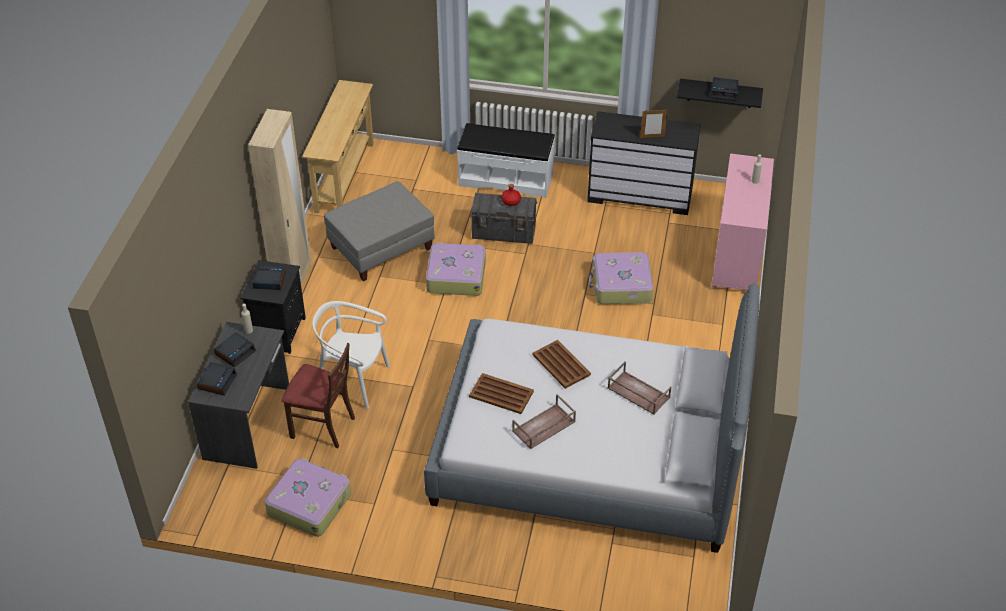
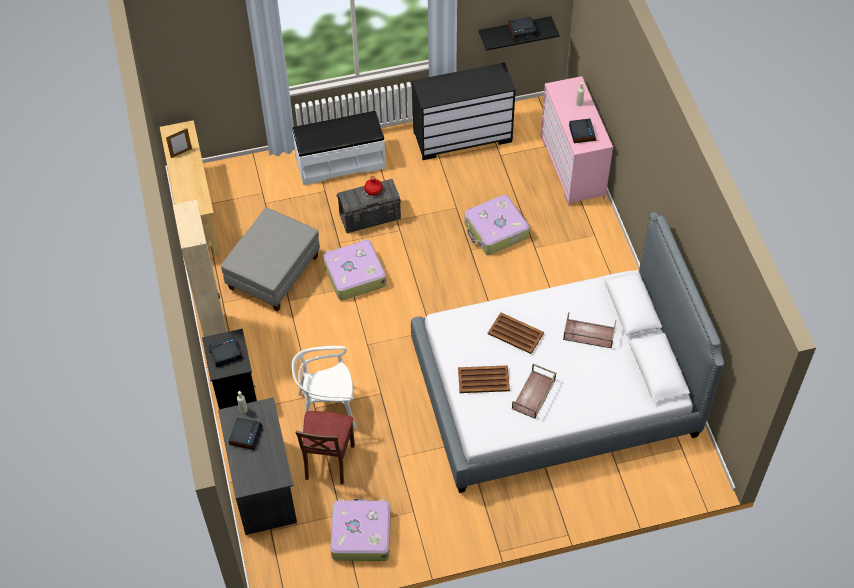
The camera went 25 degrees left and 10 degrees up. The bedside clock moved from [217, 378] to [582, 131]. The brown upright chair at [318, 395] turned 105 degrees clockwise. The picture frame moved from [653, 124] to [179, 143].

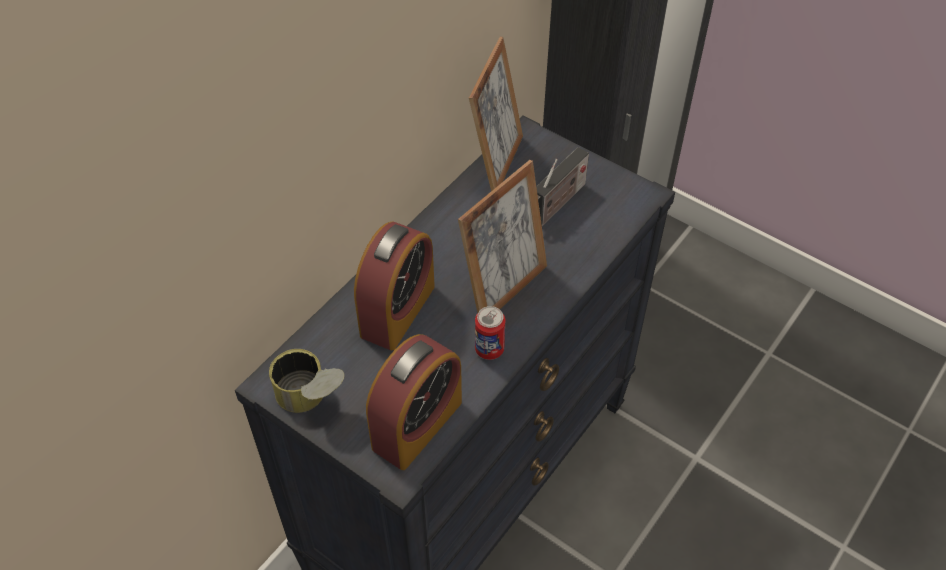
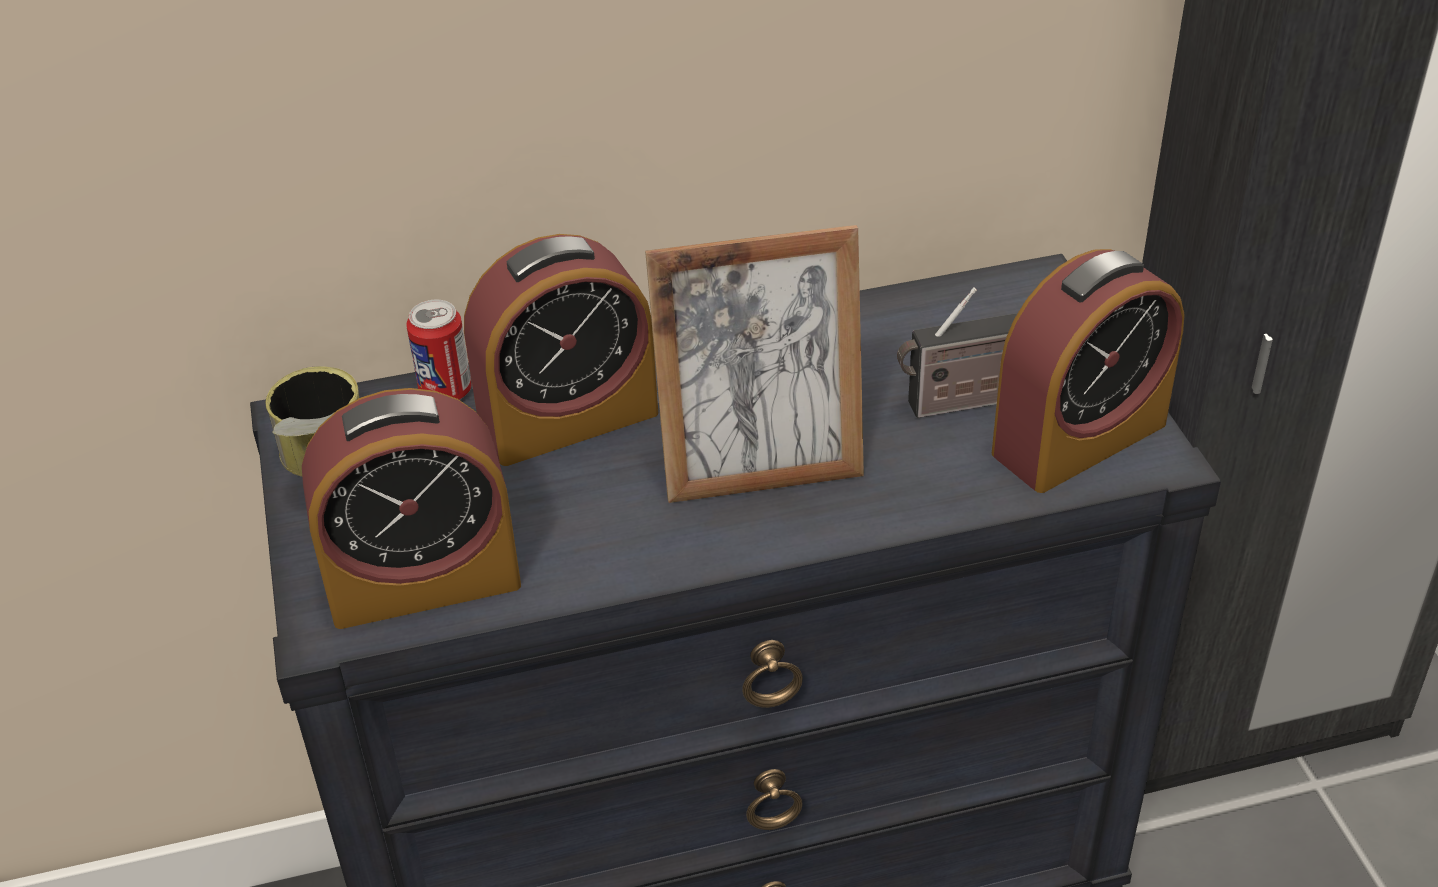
The camera went 40 degrees right and 10 degrees down. The picture frame at [496, 114] disappeared. The can moved from [490, 333] to [439, 350]. The bedside clock at [1088, 371] appeared.

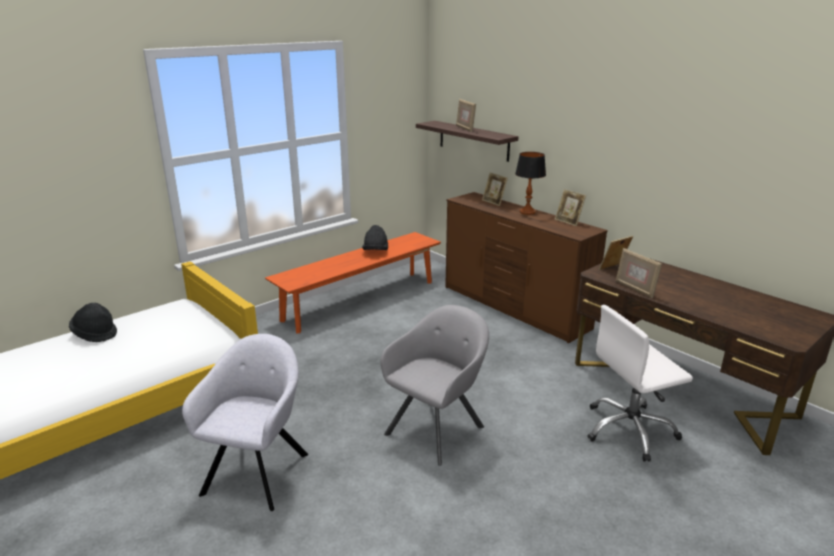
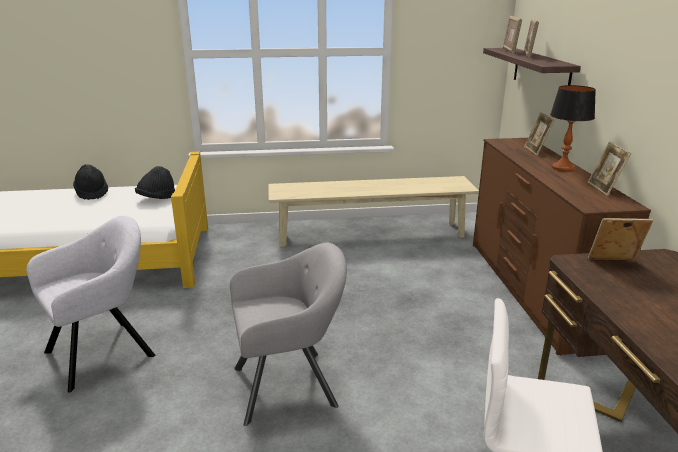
The camera went 35 degrees right and 0 degrees up. The orangey long seat at [353, 282] became the sand-coloured long seat at [374, 211]. The black-coloured clothing hat moved from [375, 237] to [155, 182]. The picture frame moved from [639, 273] to [512, 35].

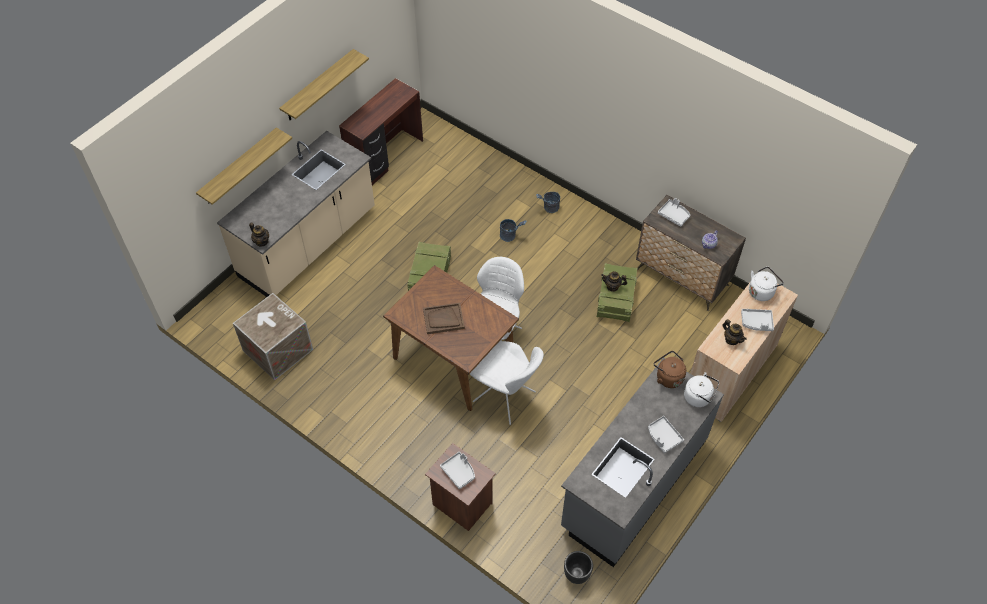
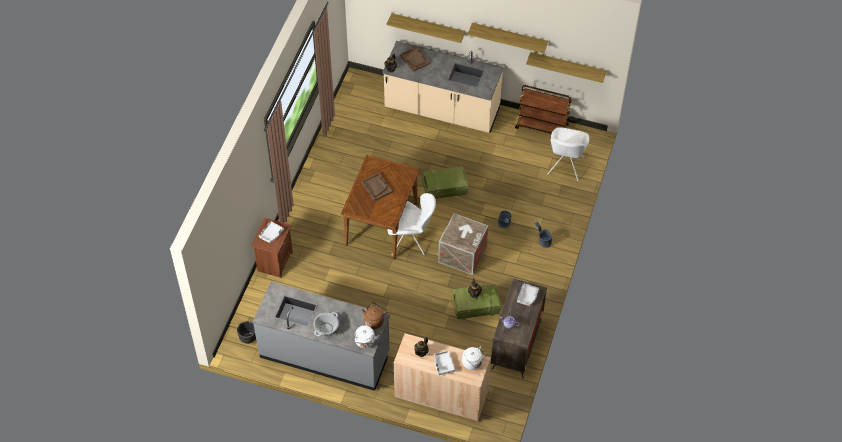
The camera went 70 degrees right and 0 degrees up. The crate moved from [273, 336] to [463, 244]. The brown desk table at [381, 131] was replaced by the brown cart at [543, 109]. The white-coloured upright chair moved from [507, 383] to [568, 154]. The greyish carrying tray at [666, 434] was replaced by the saucepot at [326, 324]. The brown carrying tray at [415, 59] appeared. The bracket shelf at [566, 67] appeared.

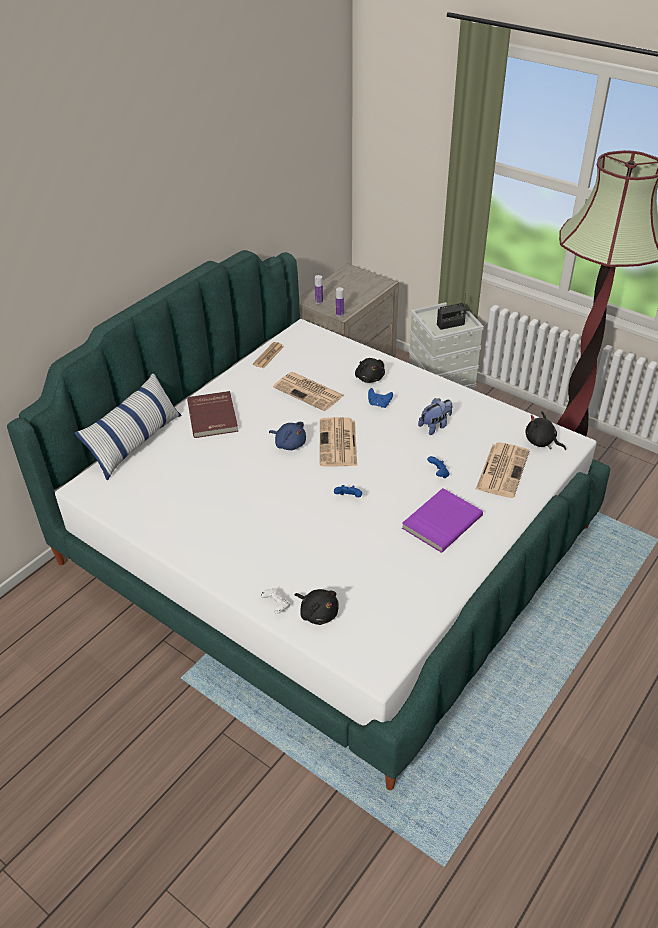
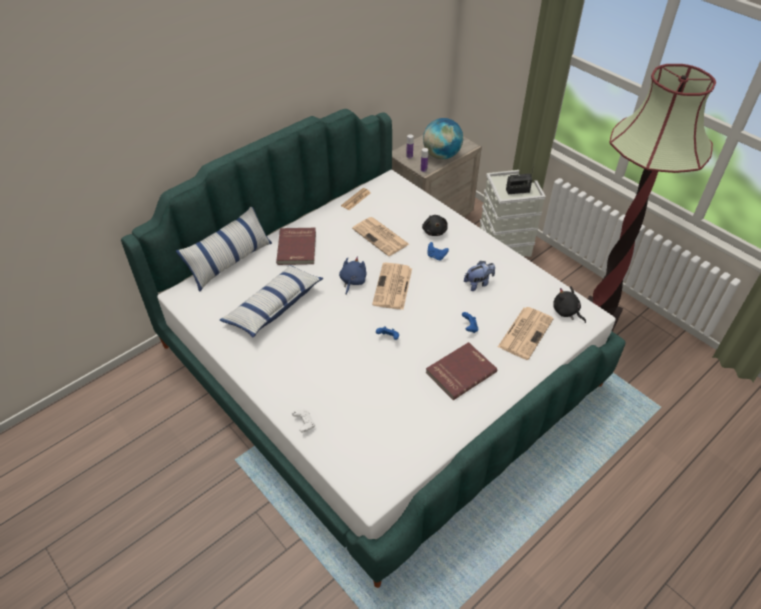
The camera went 10 degrees right and 5 degrees up. The bluish cuddly toy at [287, 436] turned 120 degrees counterclockwise. The black-coloured cuddly toy at [317, 607] disappeared. The purple bound book at [442, 520] became the red-coloured bound book at [461, 371]. The pillow at [271, 301] appeared. The globe at [443, 138] appeared.

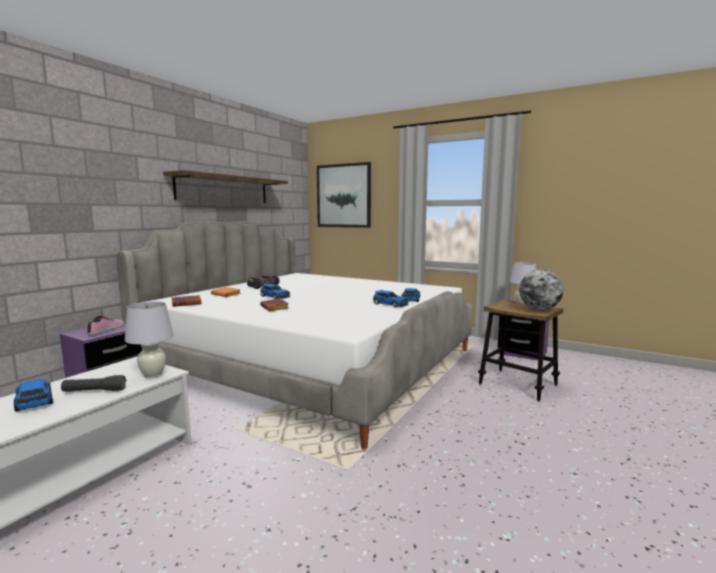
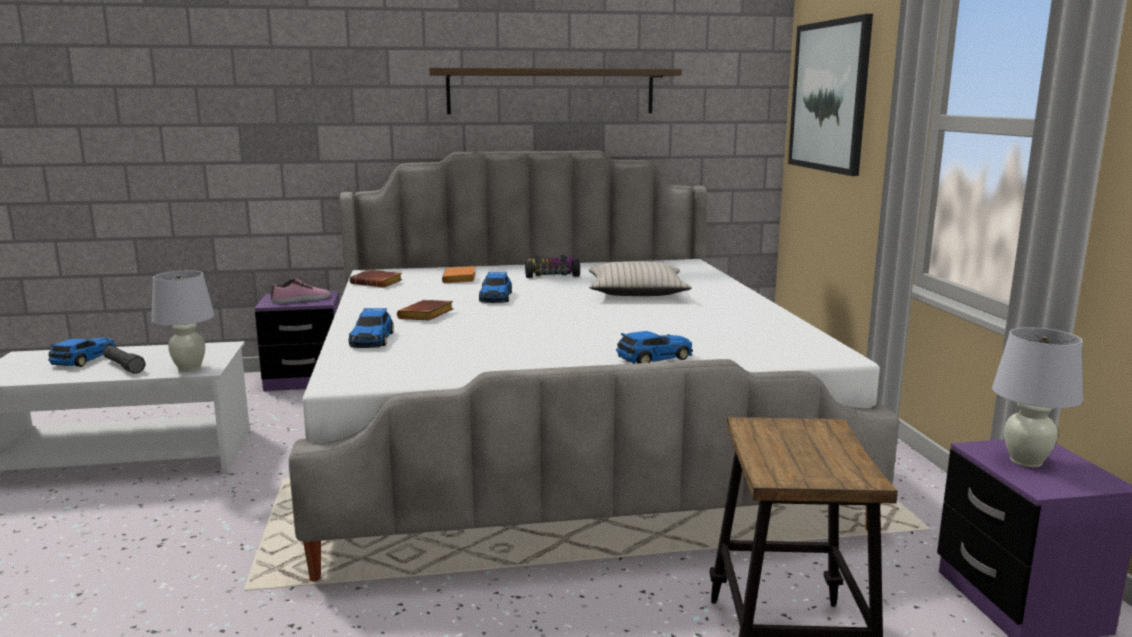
The camera went 50 degrees right and 5 degrees up. The model car moved from [391, 298] to [371, 328]. The globe at [541, 290] disappeared. The sand-coloured pillow at [640, 279] appeared.

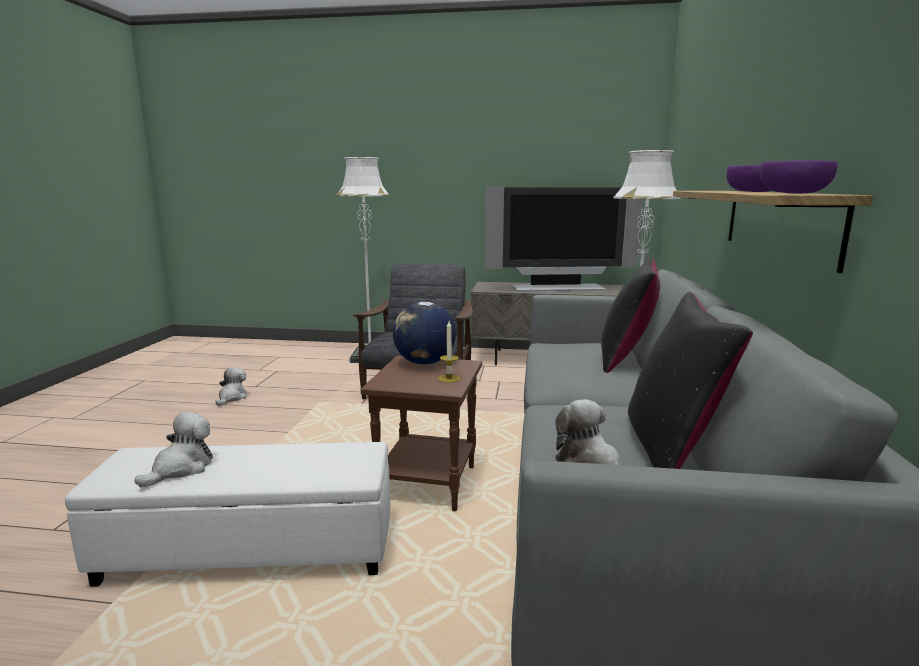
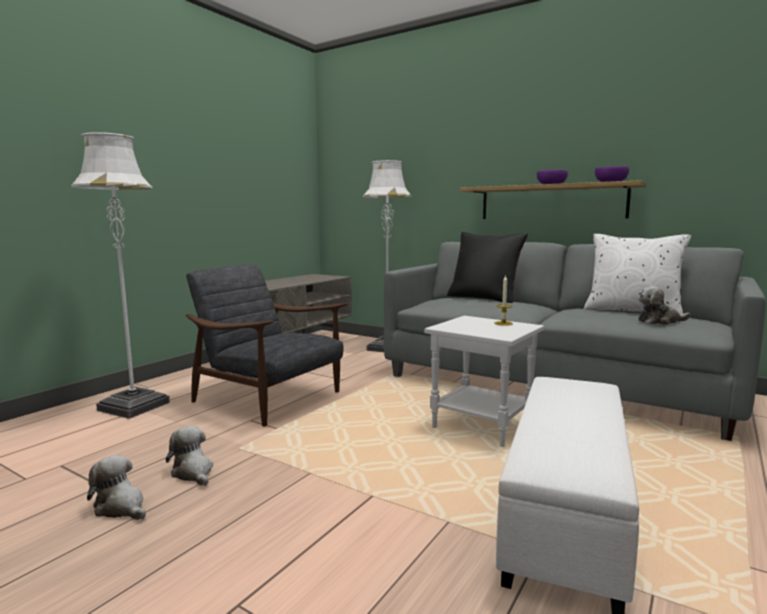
The camera went 65 degrees left and 5 degrees down. The cuddly toy moved from [174, 449] to [189, 456]. The brown end table at [421, 433] became the white-coloured end table at [484, 381]. The globe at [424, 333] disappeared. The TV at [564, 238] disappeared. The black-coloured pillow at [690, 380] became the white-coloured pillow at [637, 274].

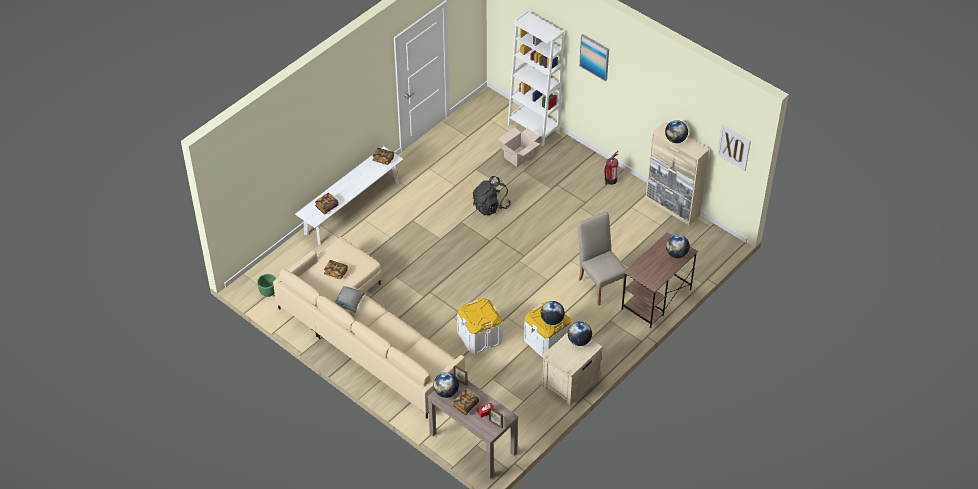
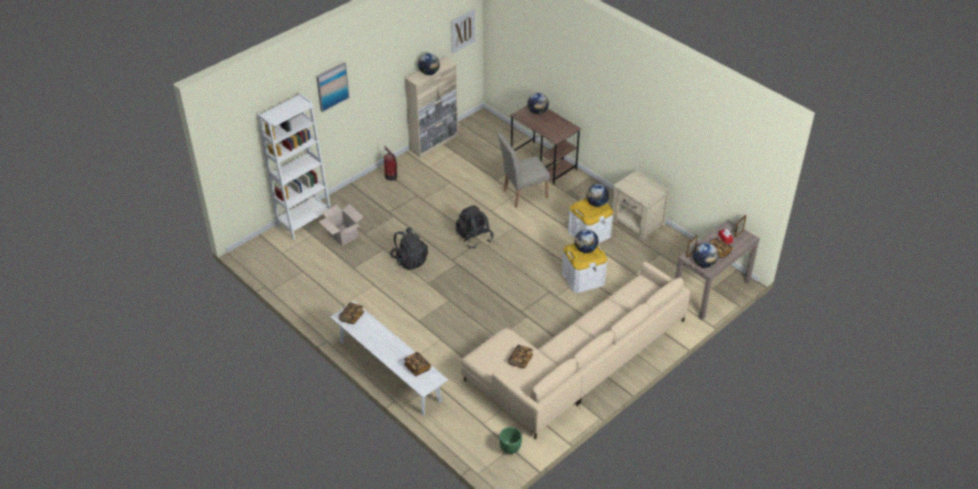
The camera went 85 degrees left and 5 degrees down. The greyish pillow at [350, 299] disappeared. The globe moved from [580, 333] to [587, 241]. The black-coloured rucksack at [474, 226] appeared.

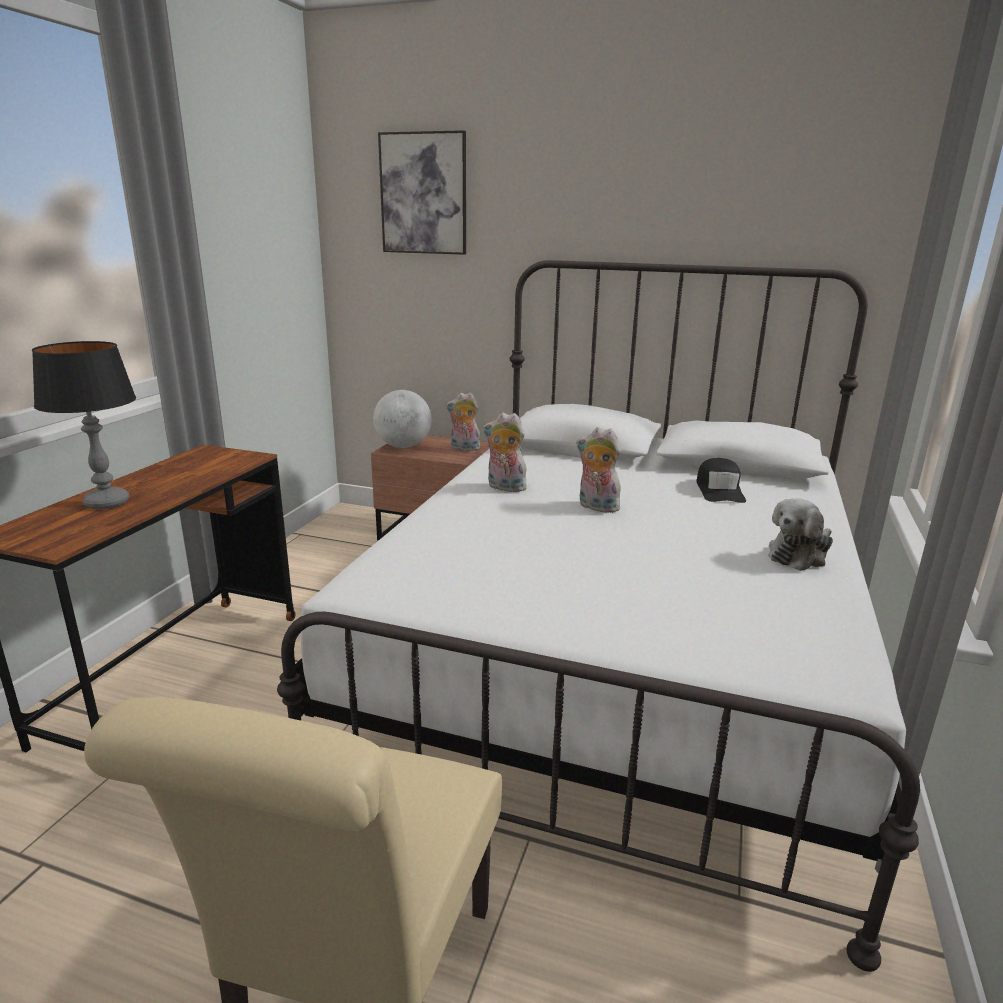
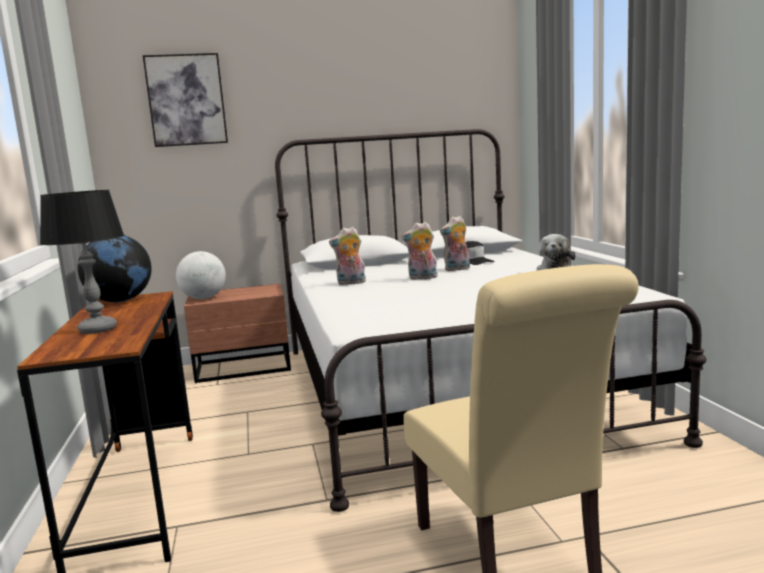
The camera went 30 degrees left and 10 degrees down. The cuddly toy moved from [462, 422] to [455, 243]. The globe at [114, 268] appeared.

